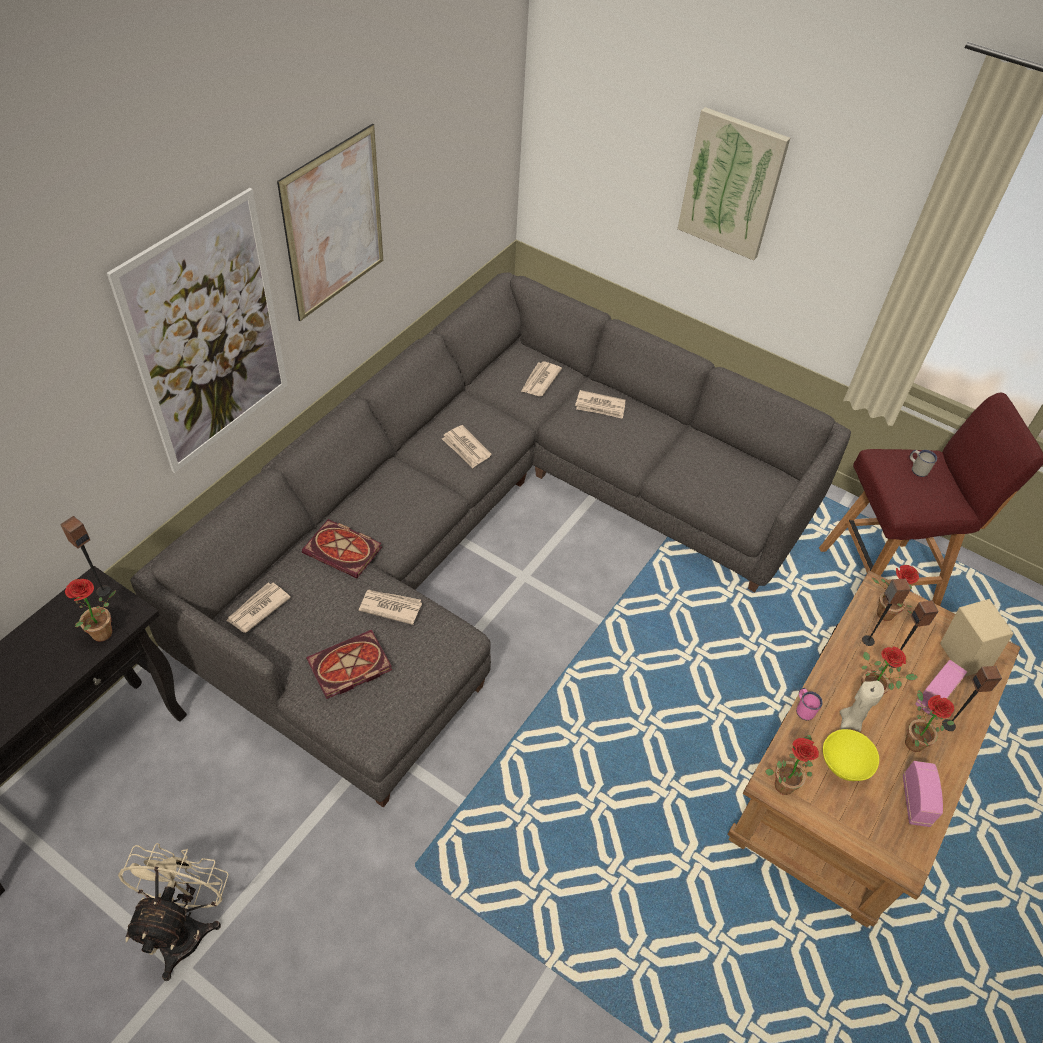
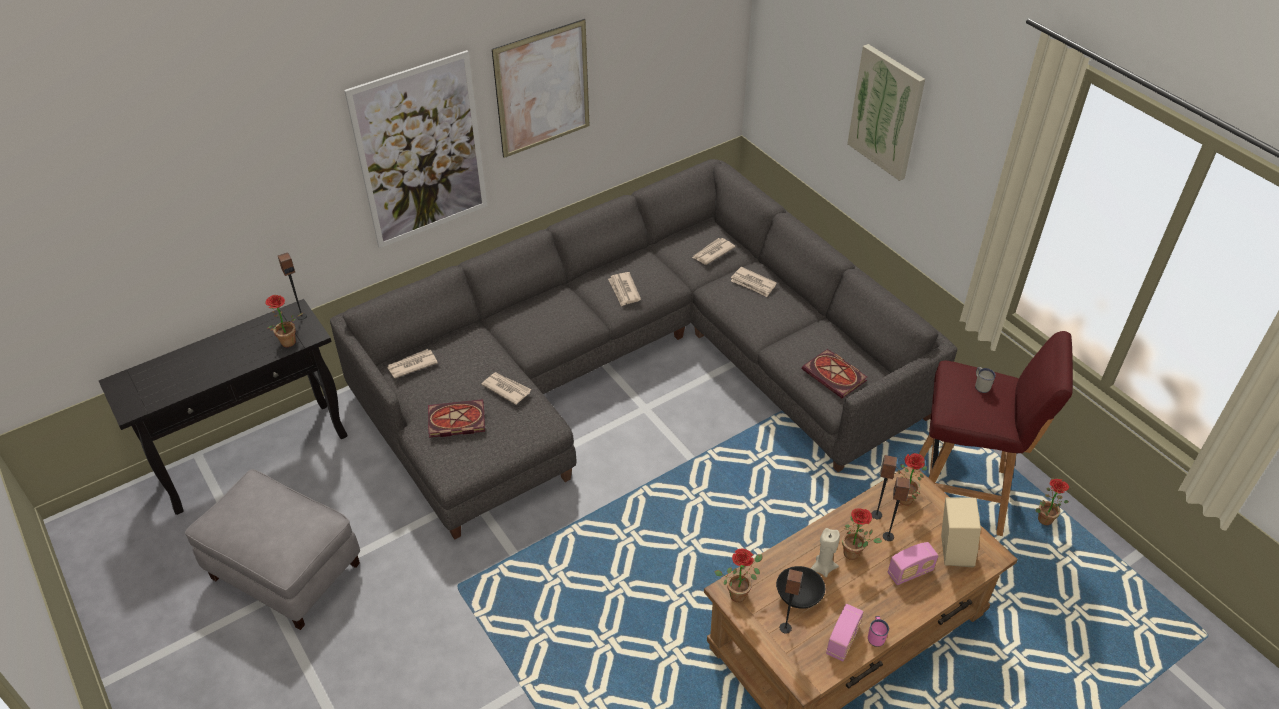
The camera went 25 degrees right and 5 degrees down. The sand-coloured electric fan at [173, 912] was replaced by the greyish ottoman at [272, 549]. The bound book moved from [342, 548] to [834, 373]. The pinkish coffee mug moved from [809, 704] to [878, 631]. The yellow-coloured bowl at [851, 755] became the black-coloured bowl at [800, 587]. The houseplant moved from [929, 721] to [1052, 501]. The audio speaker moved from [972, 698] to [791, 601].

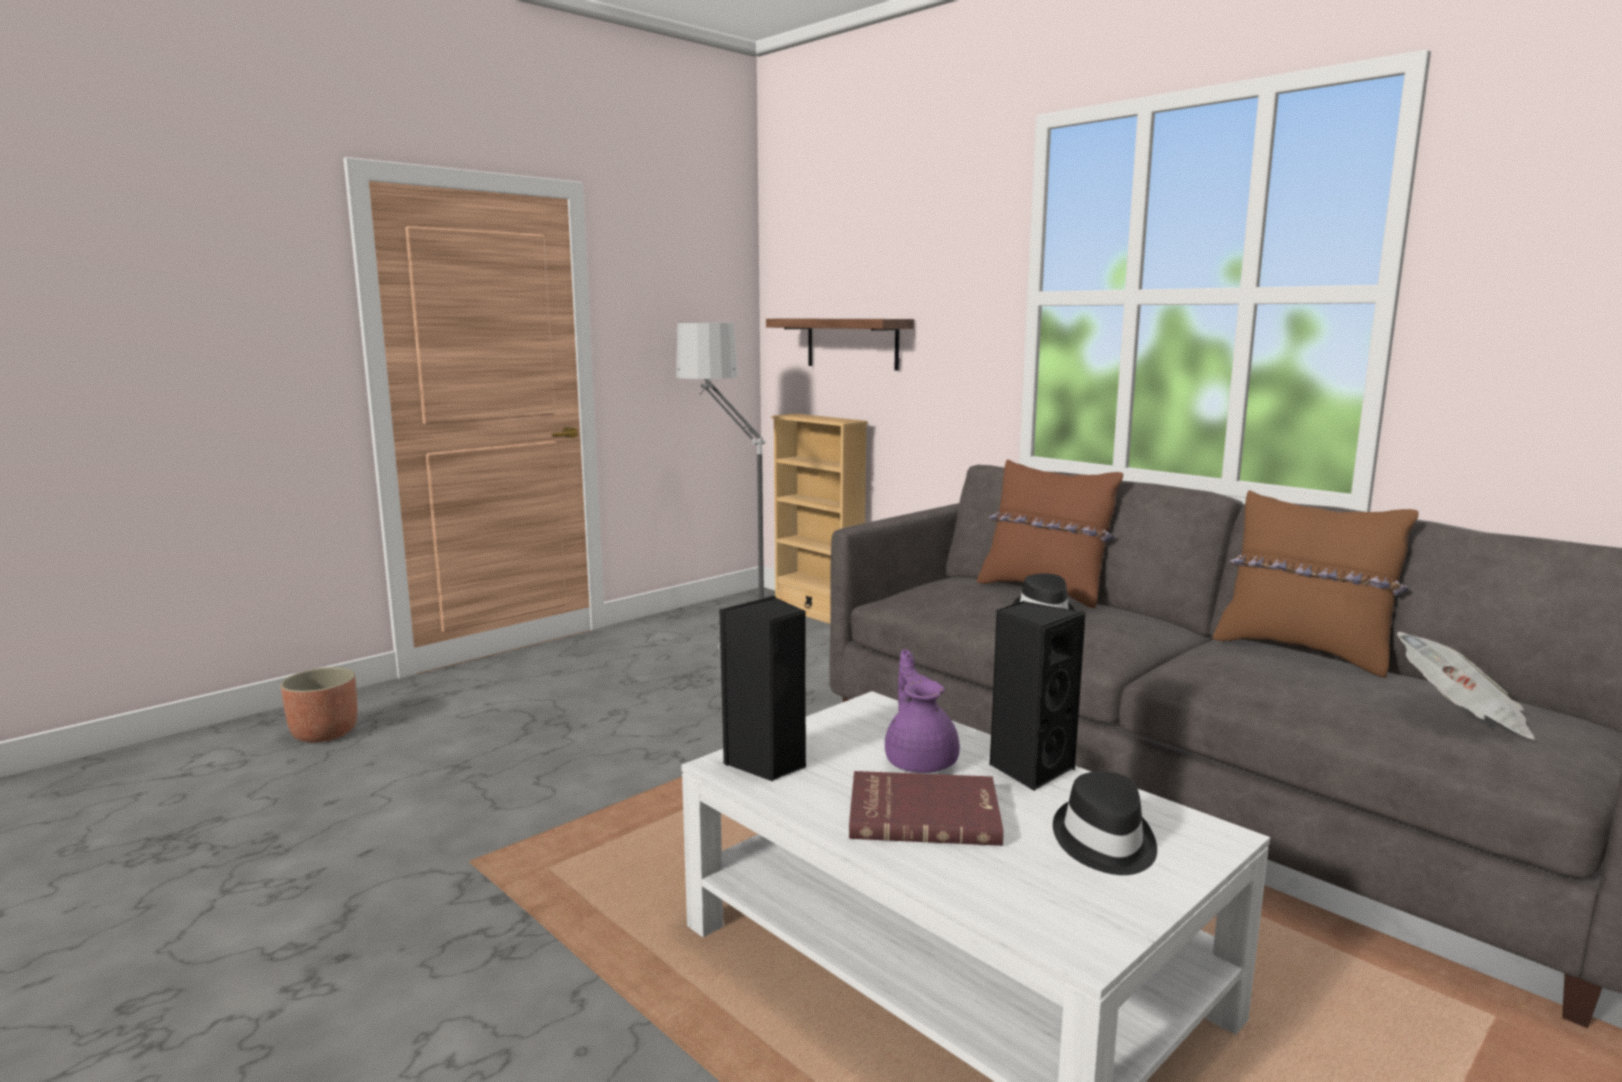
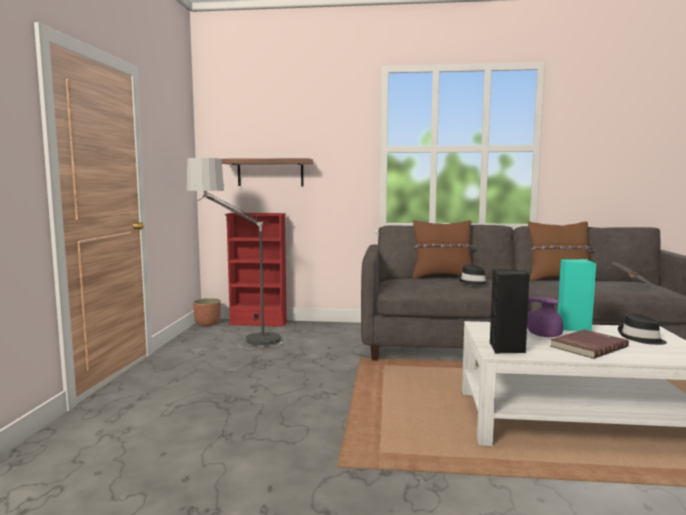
The camera went 40 degrees left and 5 degrees down. The planter moved from [318, 704] to [207, 312]. The sand-coloured bookshelf at [819, 518] became the red-coloured bookshelf at [256, 270]. The black-coloured audio speaker at [1037, 696] became the turquoise audio speaker at [577, 295].

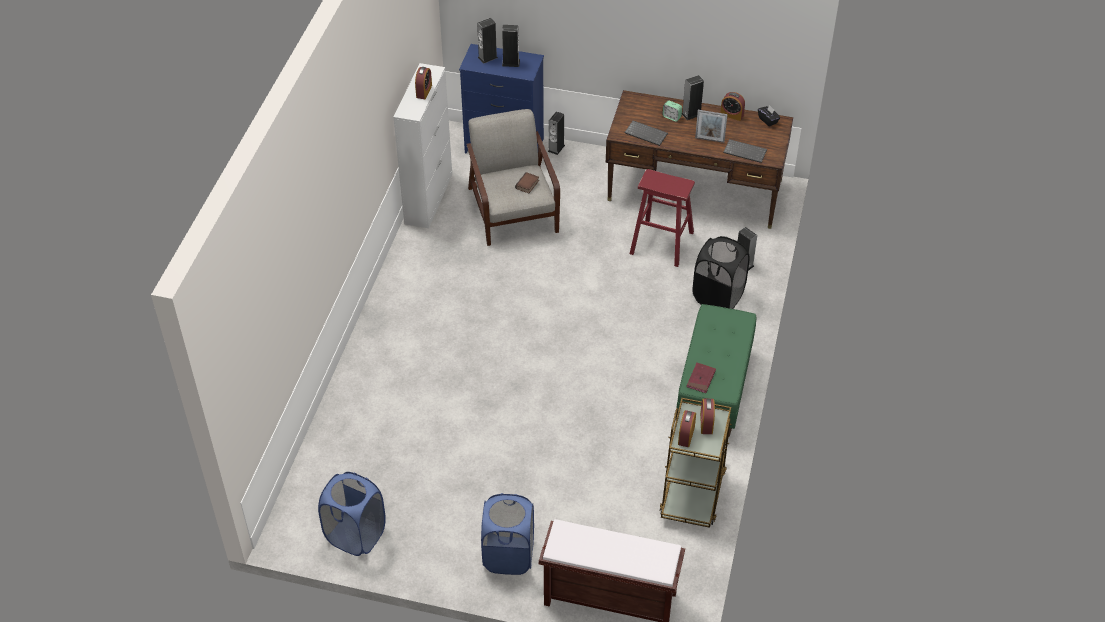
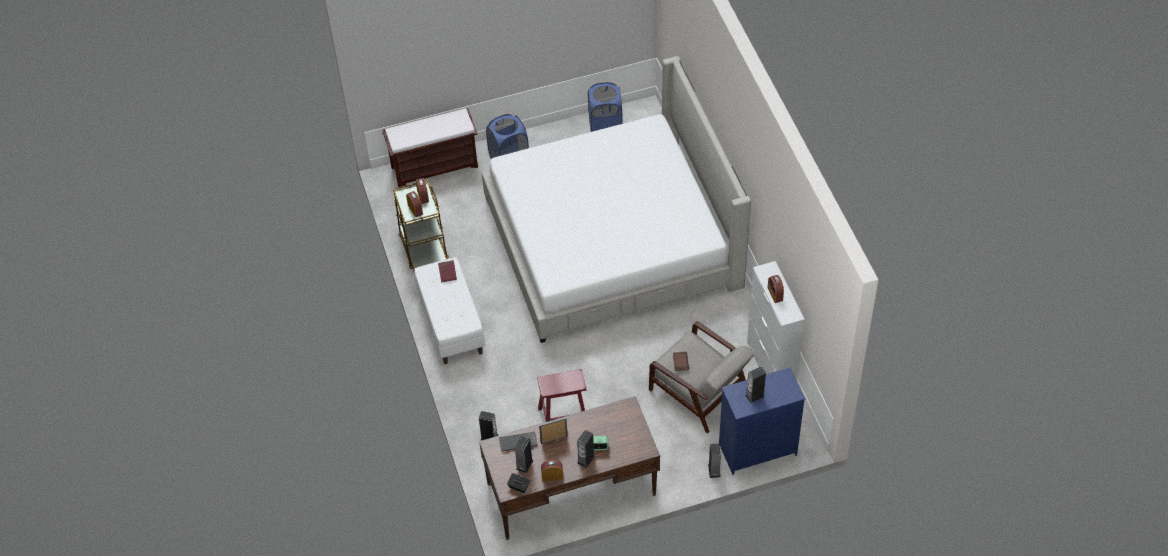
The camera went 150 degrees right and 5 degrees up. The audio speaker moved from [487, 41] to [524, 454]. The PC keyboard at [646, 133] disappeared. The green-coloured long seat at [716, 370] became the white-coloured long seat at [449, 310]. The black-coloured laundry basket at [721, 272] disappeared. The sleeping bed at [616, 199] appeared.

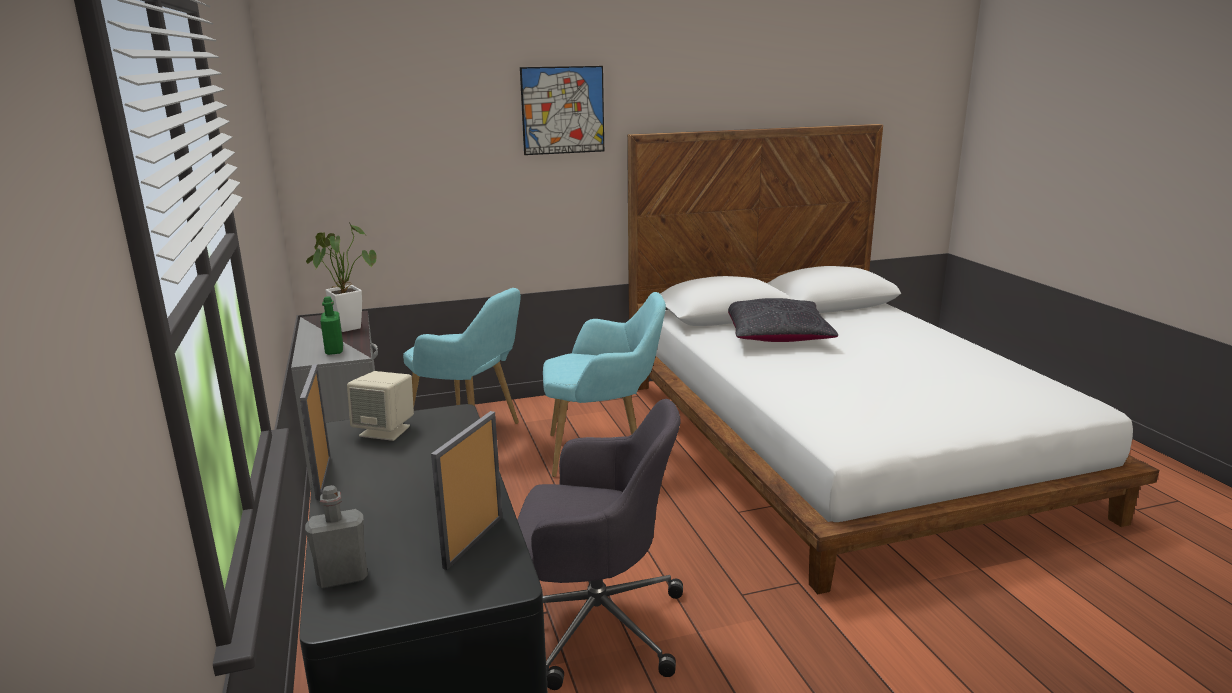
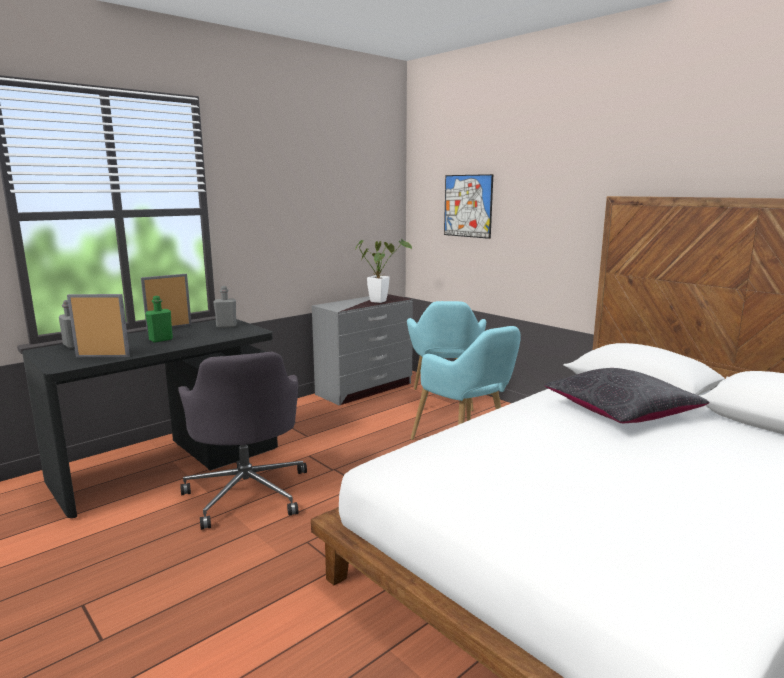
The camera went 65 degrees right and 5 degrees down. The green-coloured beverage bottle moved from [332, 325] to [159, 319]. The sand-coloured audio speaker at [380, 406] was replaced by the greyish beverage bottle at [225, 307]. The wall picture moved from [562, 110] to [468, 206].

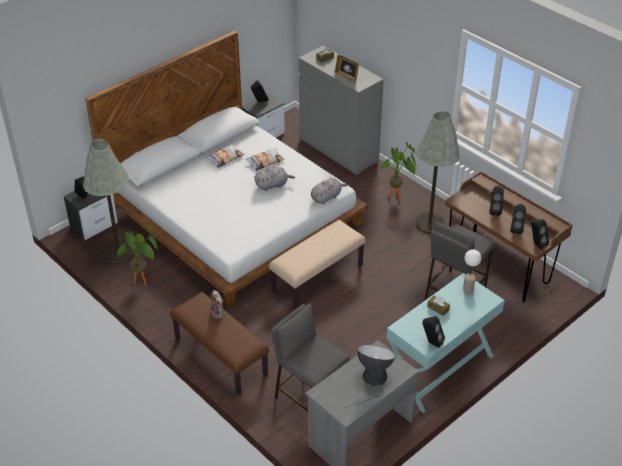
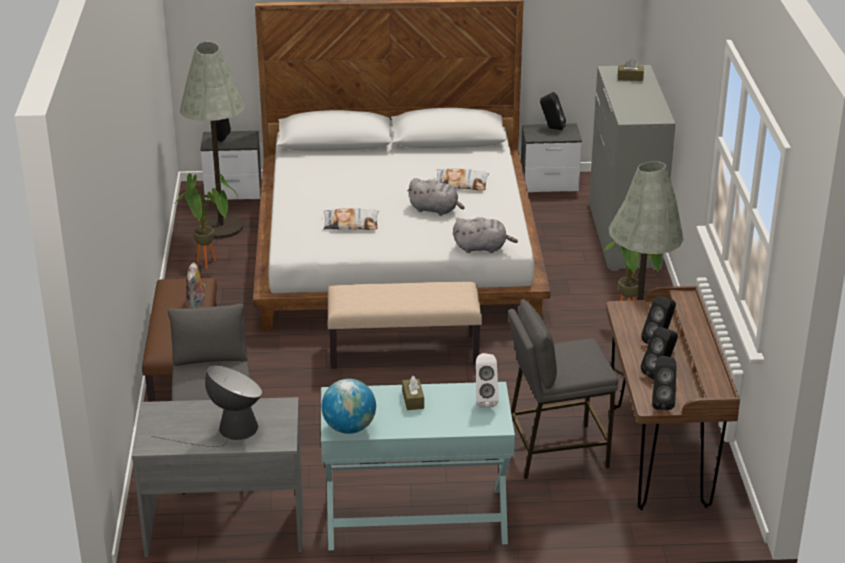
The camera went 40 degrees right and 10 degrees down. The pillow moved from [225, 156] to [351, 219]. The picture frame at [347, 69] disappeared. The black-coloured audio speaker at [433, 332] was replaced by the globe at [349, 406]. The table lamp at [472, 271] was replaced by the white-coloured audio speaker at [487, 380].

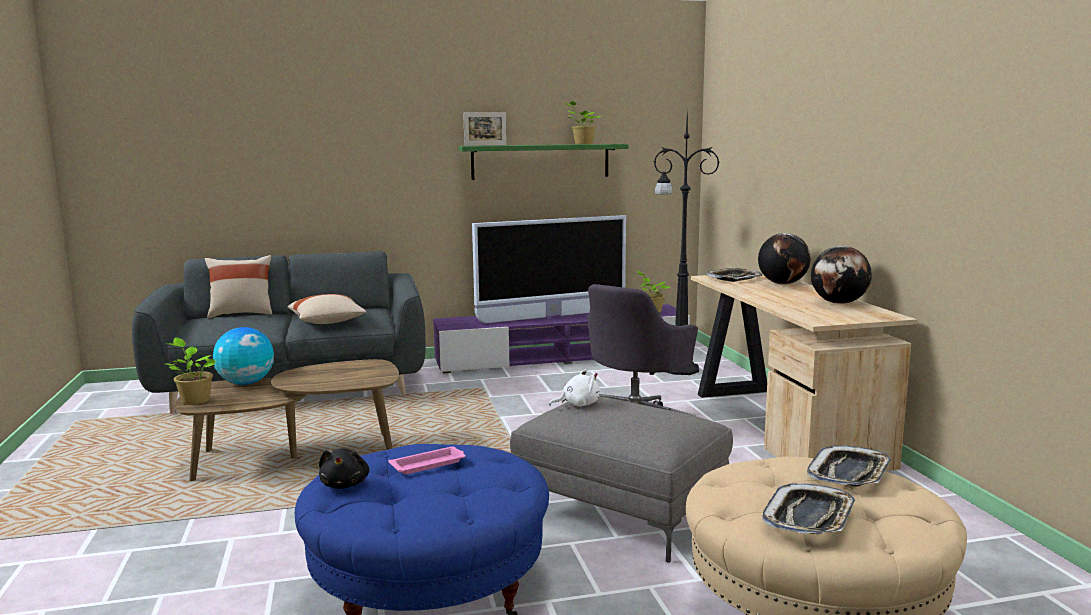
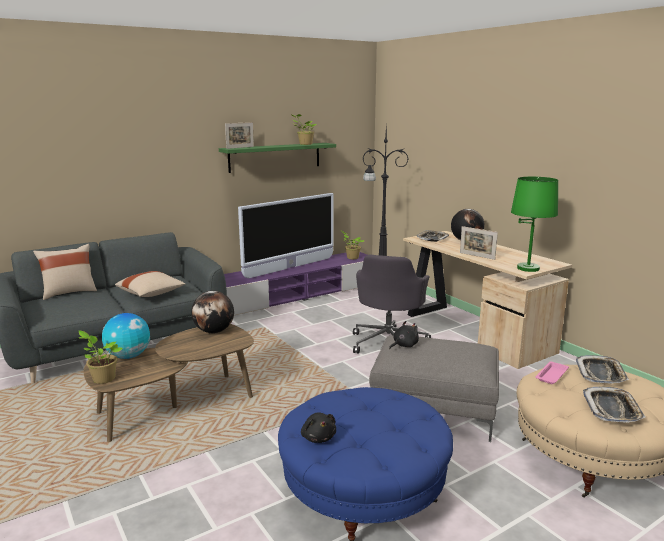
The camera went 20 degrees left and 5 degrees up. The pinkish carrying tray moved from [427, 460] to [552, 373]. The white-coloured cuddly toy at [574, 388] became the black-coloured cuddly toy at [404, 335]. The globe moved from [841, 275] to [212, 312]. The picture frame at [479, 243] appeared. The green-coloured table lamp at [534, 224] appeared.

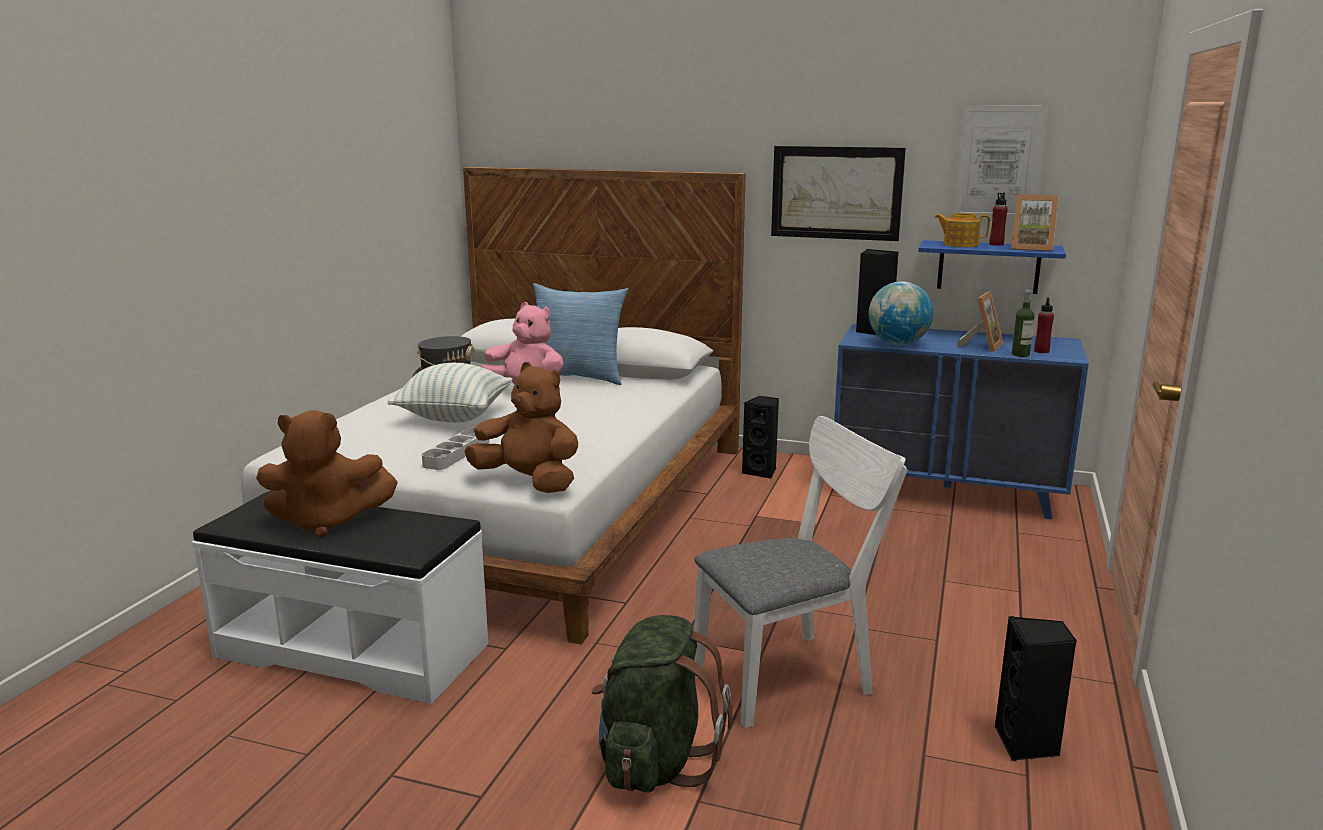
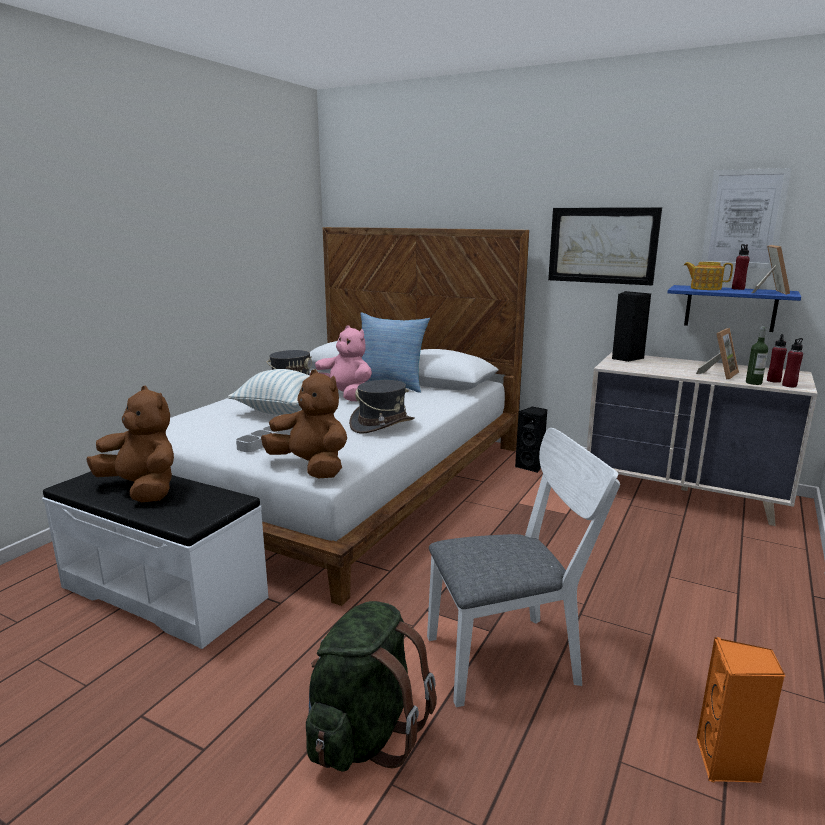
The camera went 10 degrees right and 0 degrees up. The brown cuddly toy at [327, 474] turned 150 degrees counterclockwise. The bluish chest of drawers at [961, 421] became the sand-coloured chest of drawers at [702, 439]. The globe at [900, 313] disappeared. The black-coloured audio speaker at [1036, 688] became the orangey audio speaker at [740, 710]. The picture frame at [1035, 222] turned 105 degrees counterclockwise. The greyish clothing hat at [382, 407] appeared. The red-coloured beverage bottle at [792, 362] appeared.

